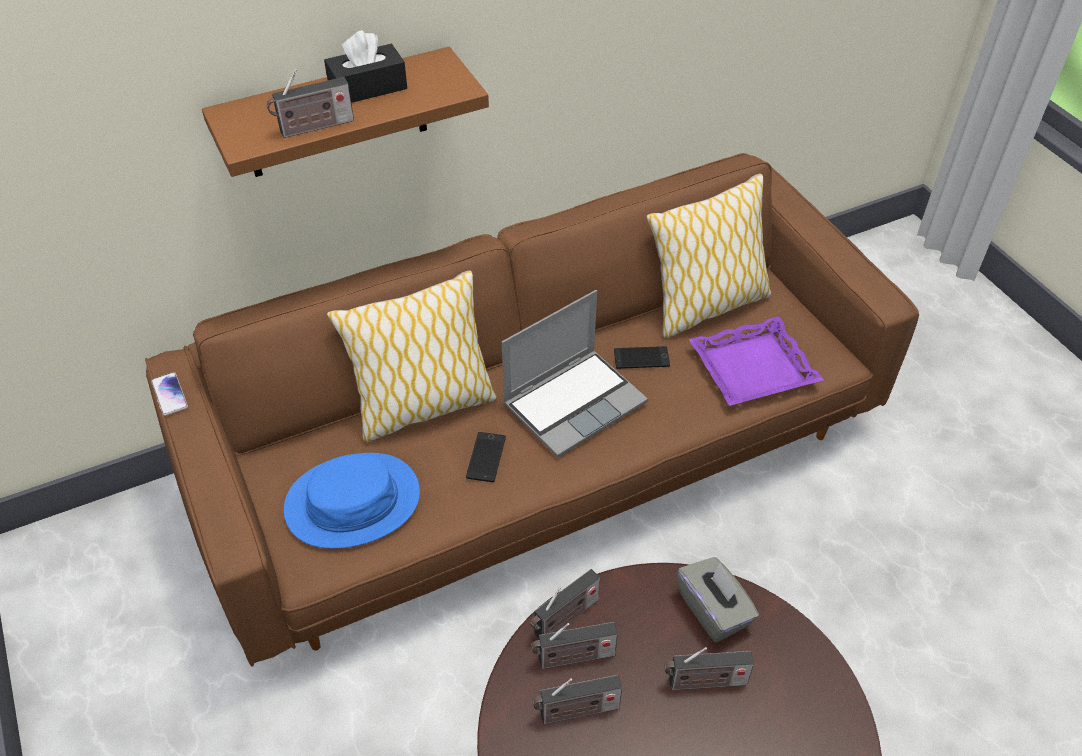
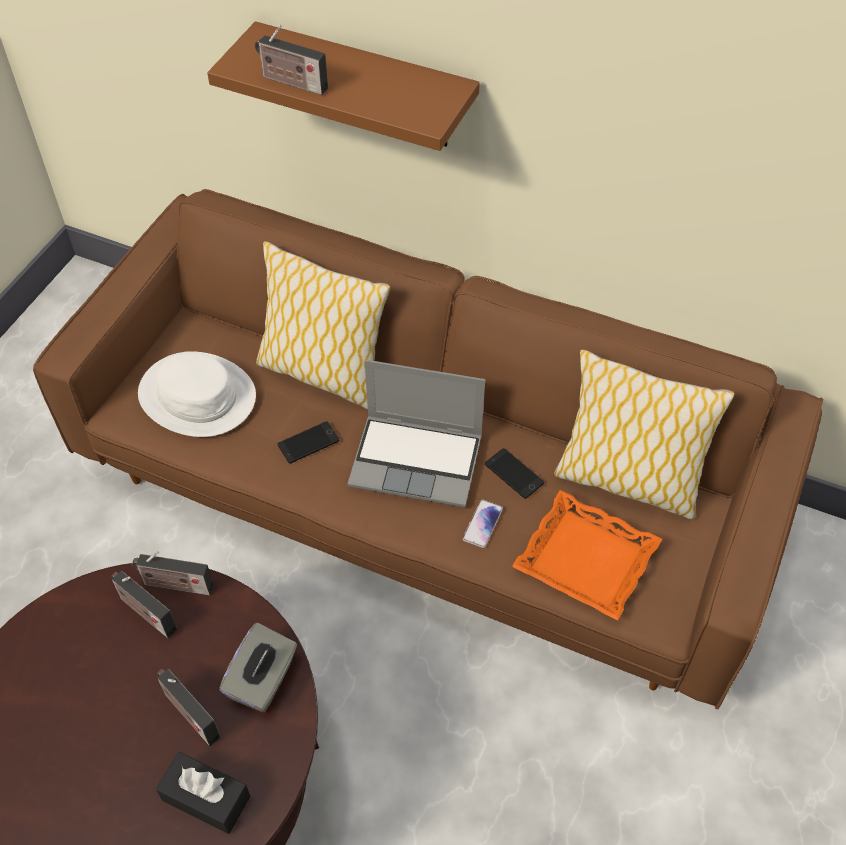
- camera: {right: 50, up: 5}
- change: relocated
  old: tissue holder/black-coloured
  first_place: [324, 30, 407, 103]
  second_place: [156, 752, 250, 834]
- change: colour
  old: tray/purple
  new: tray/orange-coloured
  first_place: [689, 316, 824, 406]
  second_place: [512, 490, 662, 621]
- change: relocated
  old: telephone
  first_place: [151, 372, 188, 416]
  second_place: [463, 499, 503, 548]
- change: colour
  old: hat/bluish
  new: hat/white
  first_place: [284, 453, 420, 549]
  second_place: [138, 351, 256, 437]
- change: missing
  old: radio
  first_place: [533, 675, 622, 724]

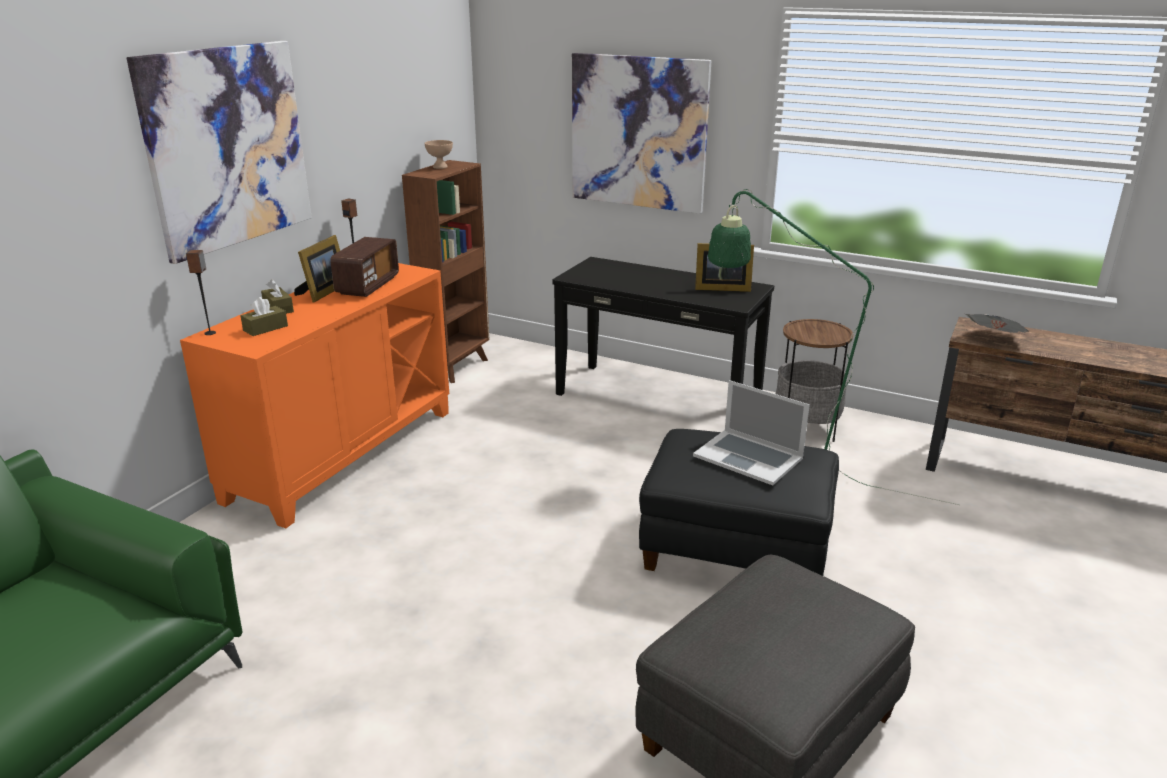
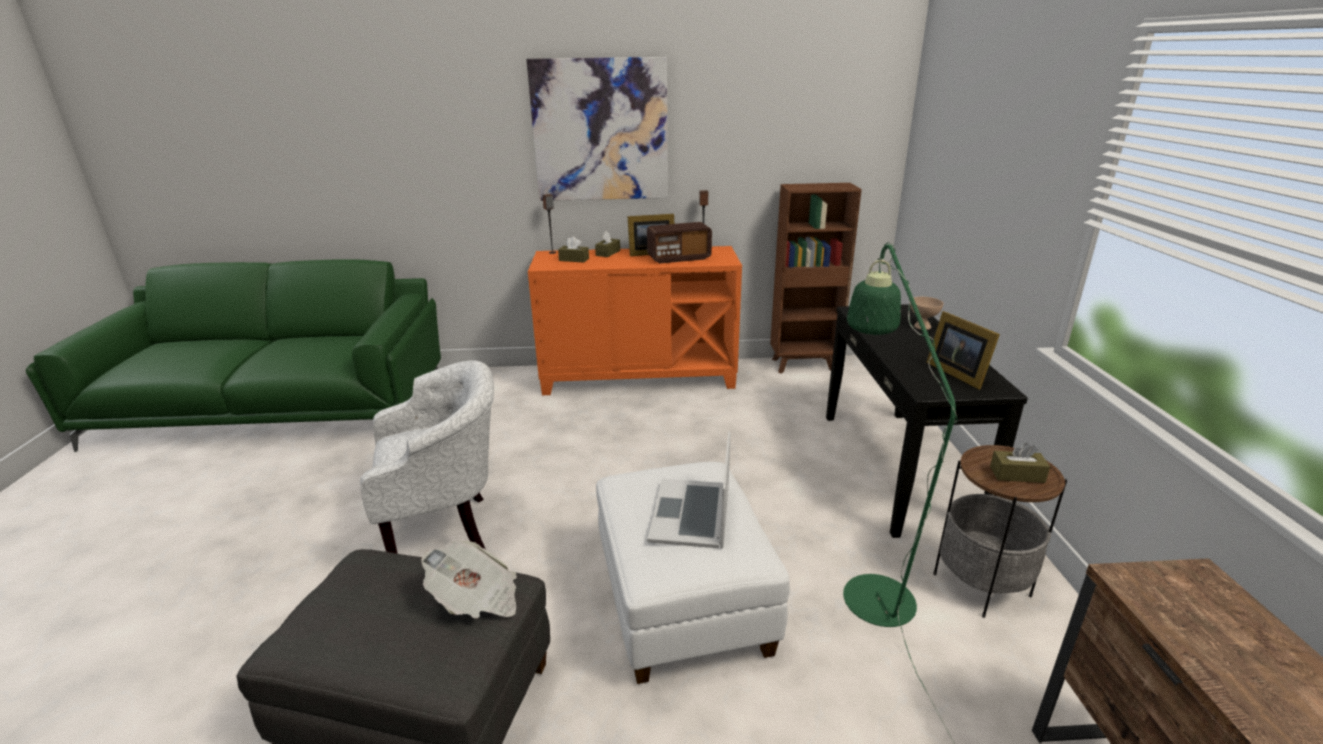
- camera: {right: 60, up: 0}
- change: missing
  old: picture
  first_place: [572, 53, 711, 214]
- change: relocated
  old: bowl/beige
  first_place: [425, 140, 453, 169]
  second_place: [910, 297, 943, 330]
- change: relocated
  old: printed paper
  first_place: [965, 314, 1029, 333]
  second_place: [421, 541, 517, 619]
- change: colour
  old: footrest/black-coloured
  new: footrest/white
  first_place: [639, 429, 839, 576]
  second_place: [596, 462, 790, 684]
- change: appeared
  new: lounge chair/white
  second_place: [360, 360, 494, 554]
- change: appeared
  new: tissue holder/brownish
  second_place: [990, 443, 1050, 483]

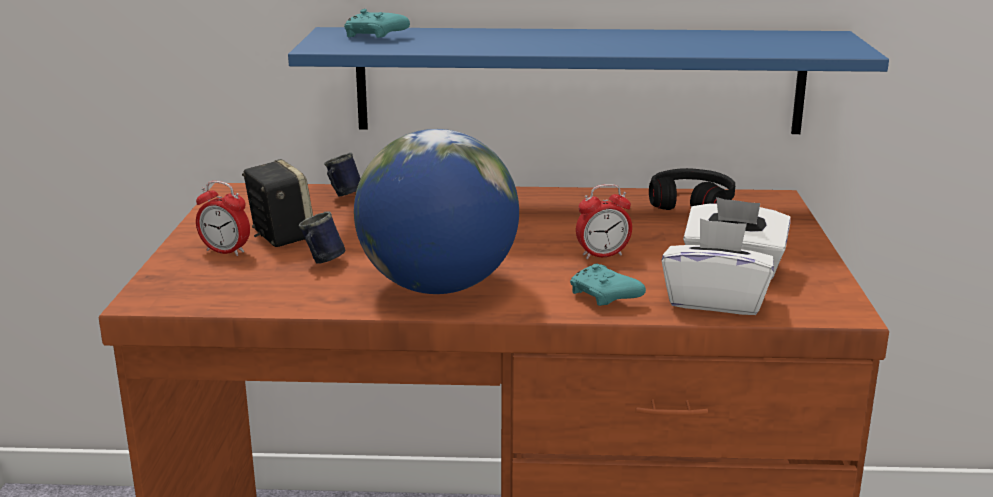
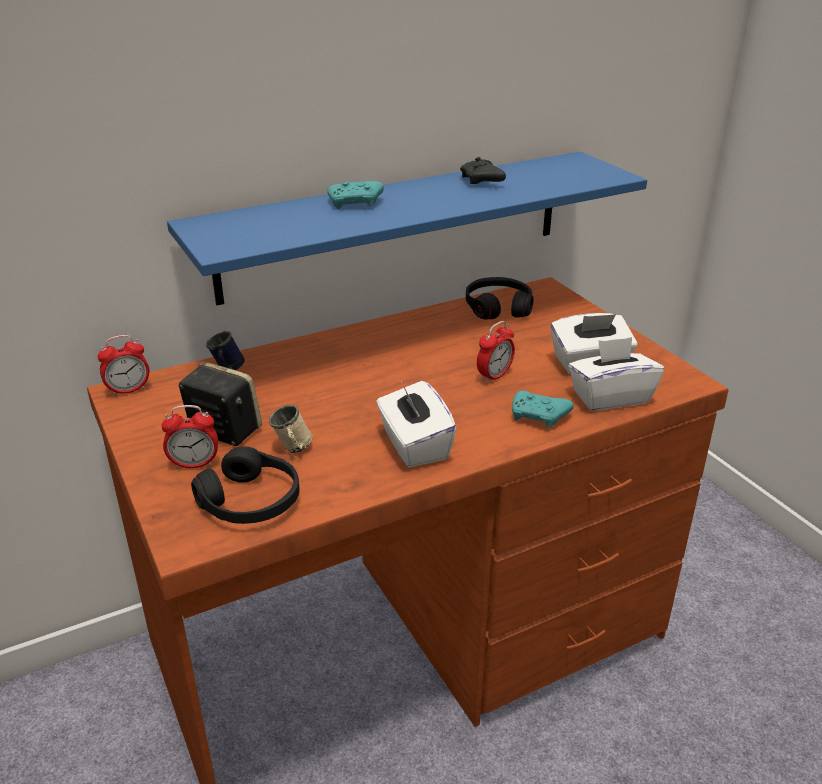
- camera: {right: -30, up: 10}
- change: relocated
  old: game controller/turquoise
  first_place: [344, 9, 410, 38]
  second_place: [327, 181, 384, 209]
- change: exchanged
  old: desk globe
  new: tissue holder/white
  first_place: [354, 129, 519, 294]
  second_place: [376, 381, 457, 467]
- change: colour
  old: coffee mug/bluish
  new: coffee mug/beige
  first_place: [299, 211, 345, 264]
  second_place: [269, 404, 313, 453]
- change: appeared
  new: game controller/black-coloured
  second_place: [460, 157, 506, 184]
- change: appeared
  new: alarm clock
  second_place: [97, 335, 149, 396]
- change: appeared
  new: pair of headphones/black-coloured
  second_place: [191, 446, 299, 524]

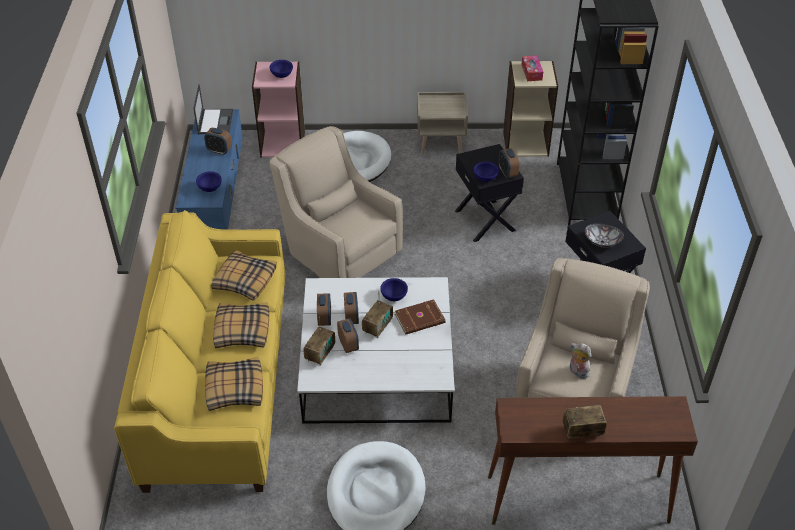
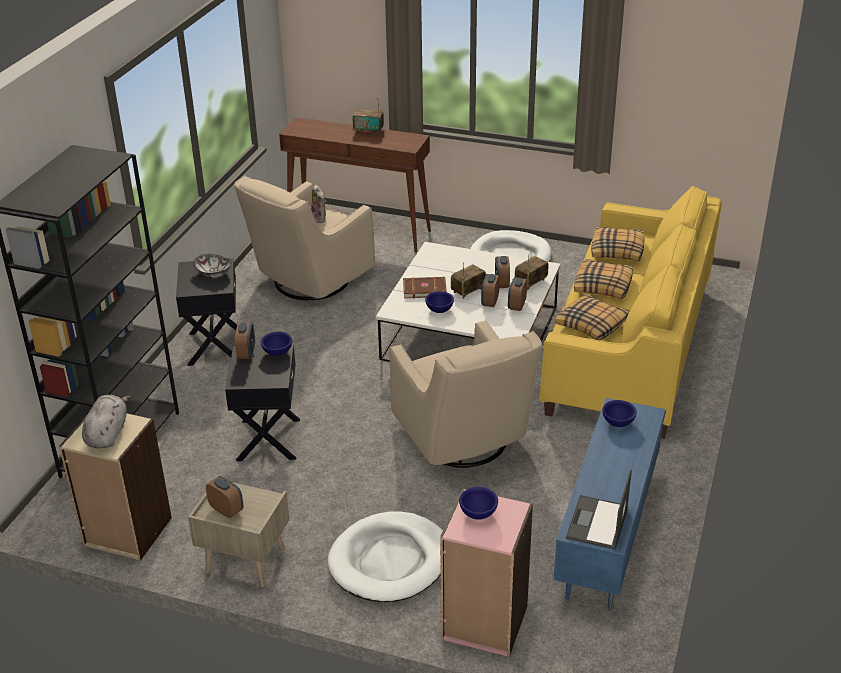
- camera: {right: -160, up: -10}
- change: exchanged
  old: tissue holder
  new: soft toy/grey
  first_place: [521, 55, 543, 81]
  second_place: [82, 395, 130, 448]
- change: relocated
  old: alarm clock
  first_place: [204, 128, 232, 155]
  second_place: [206, 476, 243, 518]

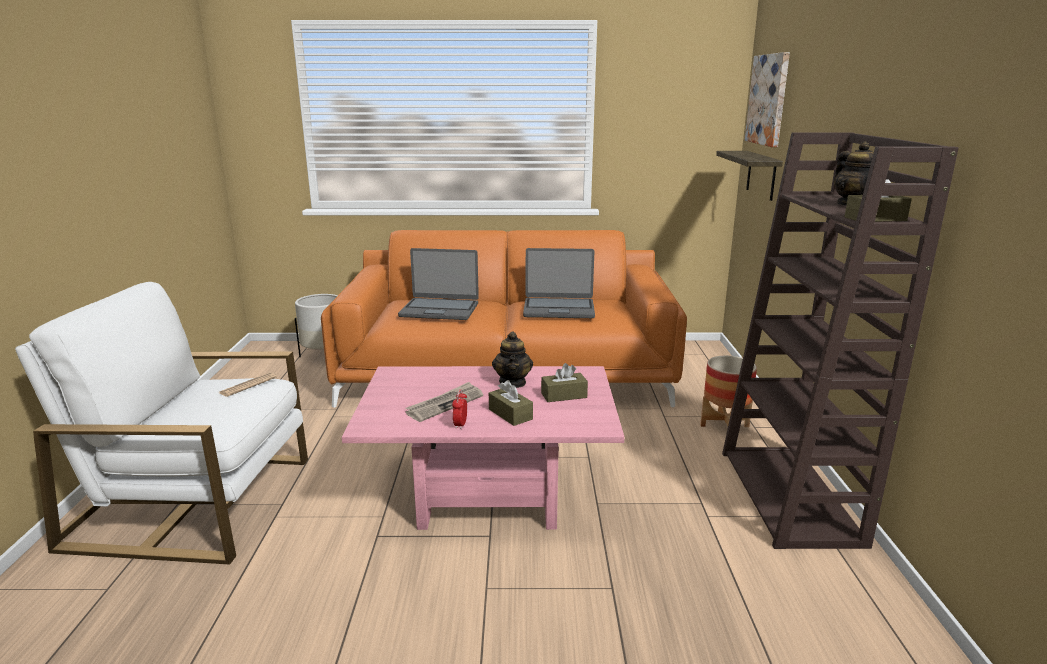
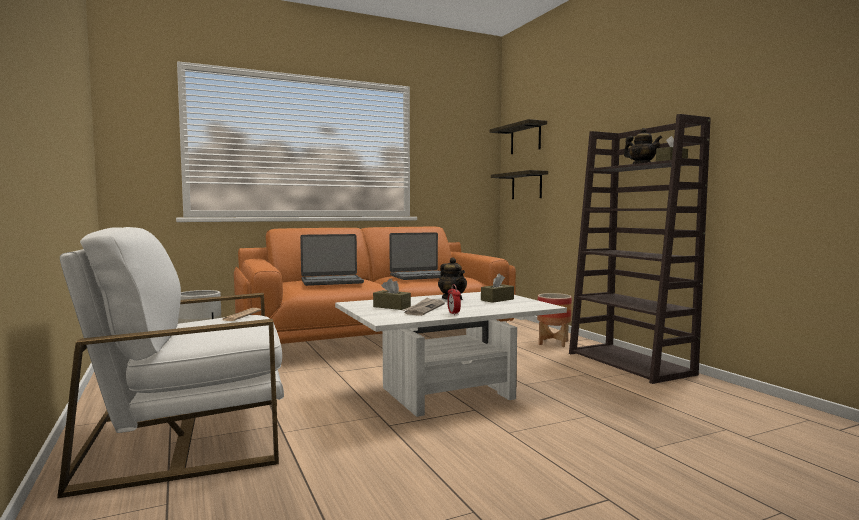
- camera: {right: -25, up: -15}
- change: exchanged
  old: picture
  new: bracket shelf
  first_place: [745, 52, 790, 147]
  second_place: [490, 119, 547, 154]
- change: colour
  old: low table/pinkish
  new: low table/white
  first_place: [342, 366, 625, 530]
  second_place: [335, 292, 567, 417]
- change: relocated
  old: tissue holder/brownish
  first_place: [489, 380, 533, 426]
  second_place: [373, 279, 411, 310]

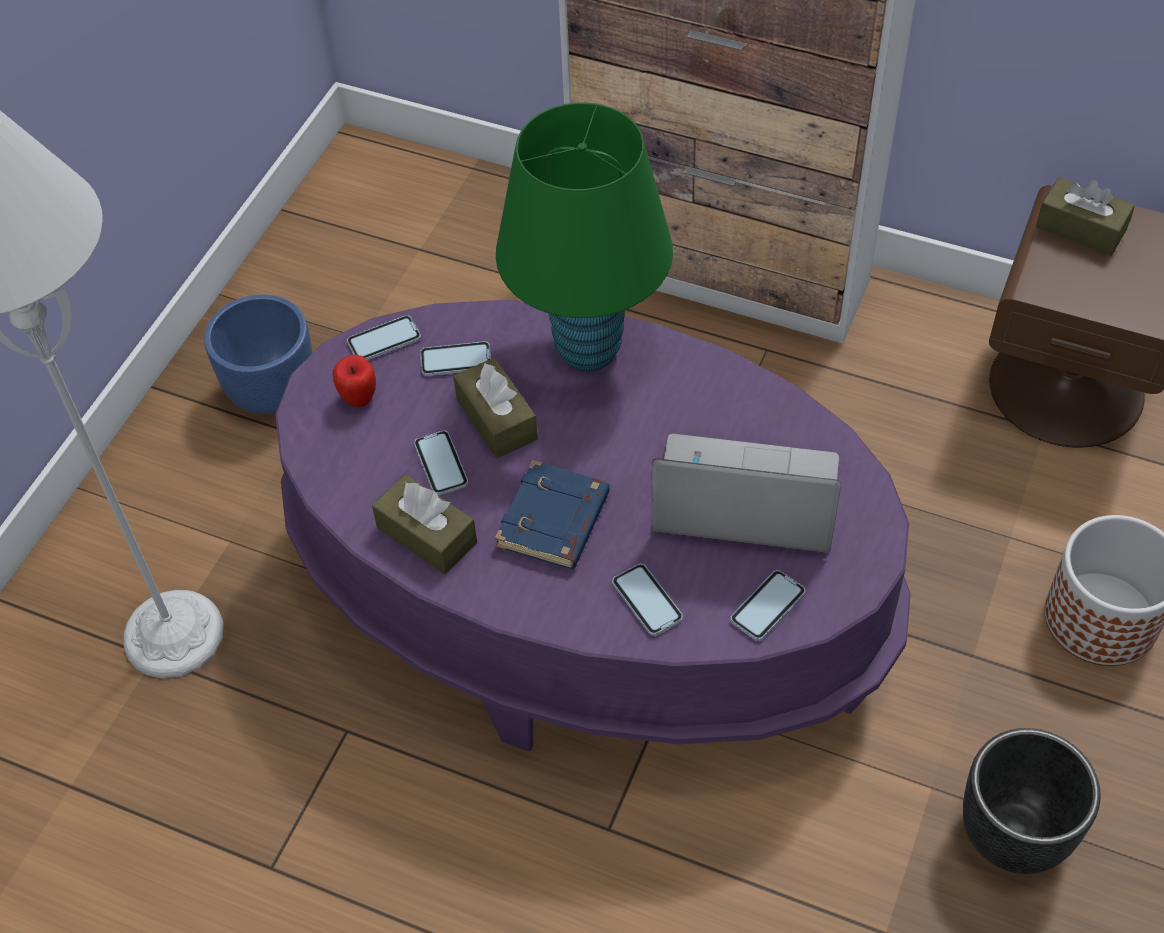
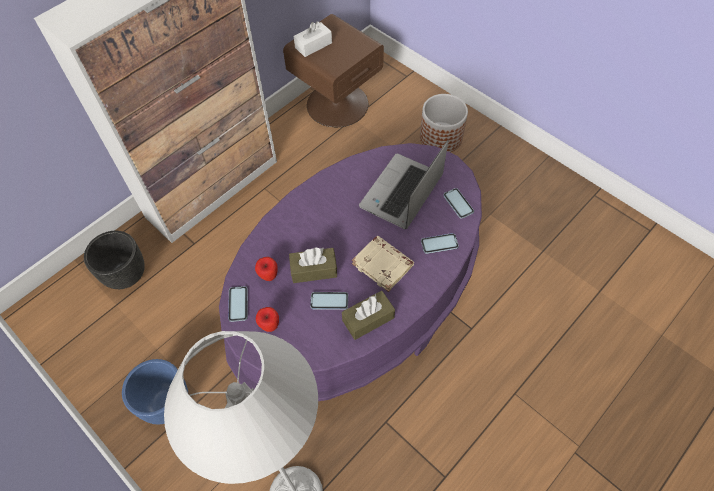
- camera: {right: -70, up: 5}
- change: missing
  old: lamp for a table/green-coloured
  first_place: [496, 102, 673, 371]
- change: colour
  old: tissue holder/brownish
  new: tissue holder/white
  first_place: [1036, 177, 1135, 256]
  second_place: [294, 21, 332, 57]
- change: exchanged
  old: telephone
  new: whole apple
  first_place: [420, 341, 491, 376]
  second_place: [255, 257, 277, 281]
- change: colour
  old: bound book/bluish
  new: bound book/beige
  first_place: [495, 460, 610, 569]
  second_place: [352, 236, 414, 292]
- change: relocated
  old: planter/black-coloured
  first_place: [963, 728, 1101, 874]
  second_place: [84, 231, 145, 289]

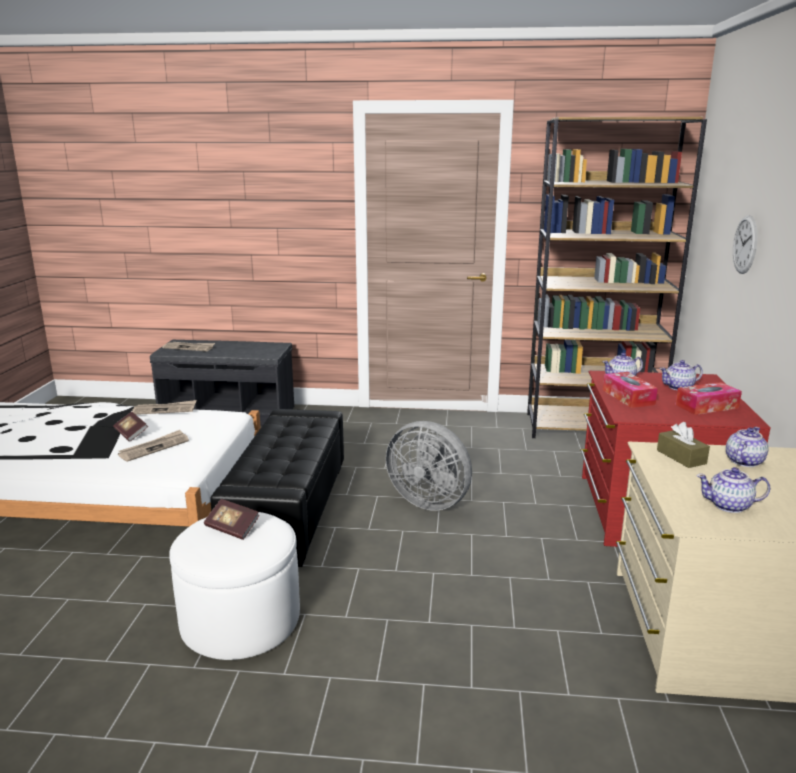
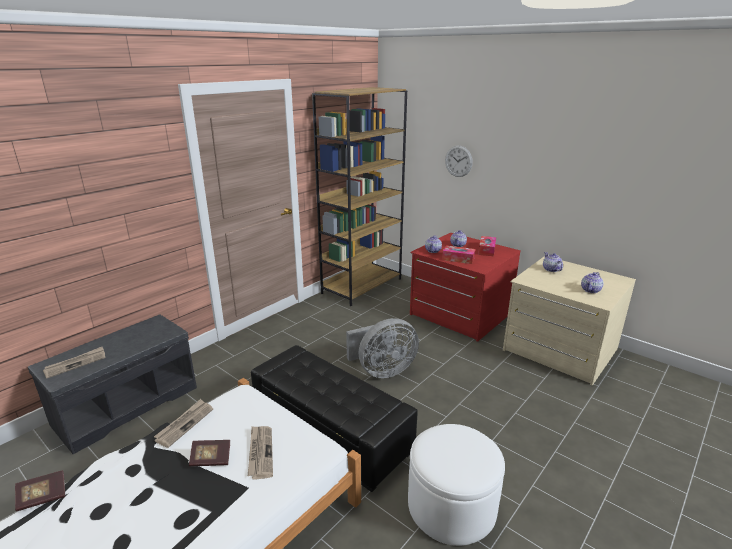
- camera: {right: -55, up: 5}
- change: missing
  old: tissue holder/brownish
  first_place: [657, 422, 710, 468]
- change: relocated
  old: bound book
  first_place: [204, 499, 260, 540]
  second_place: [15, 470, 65, 512]

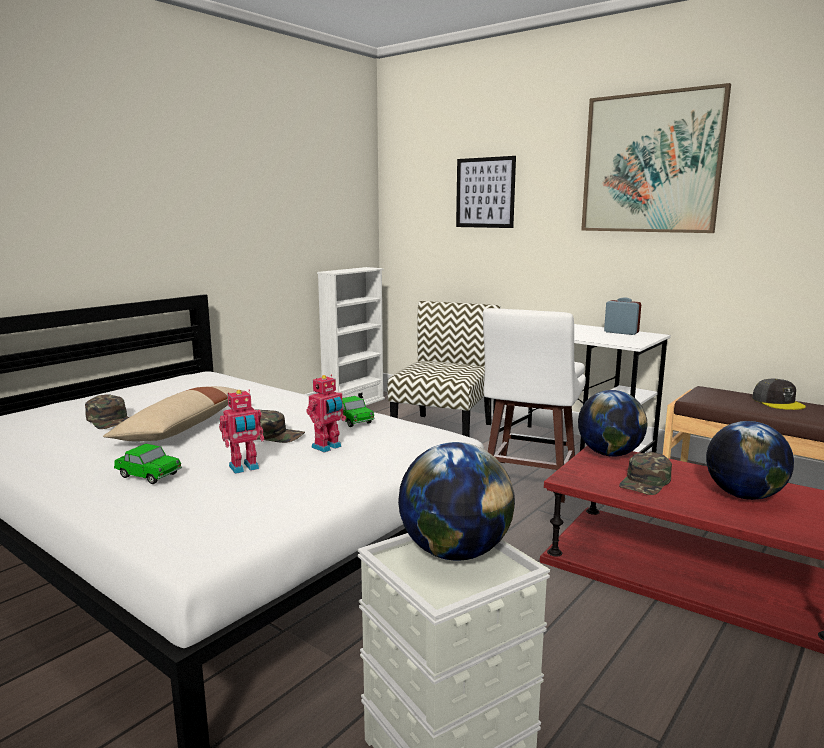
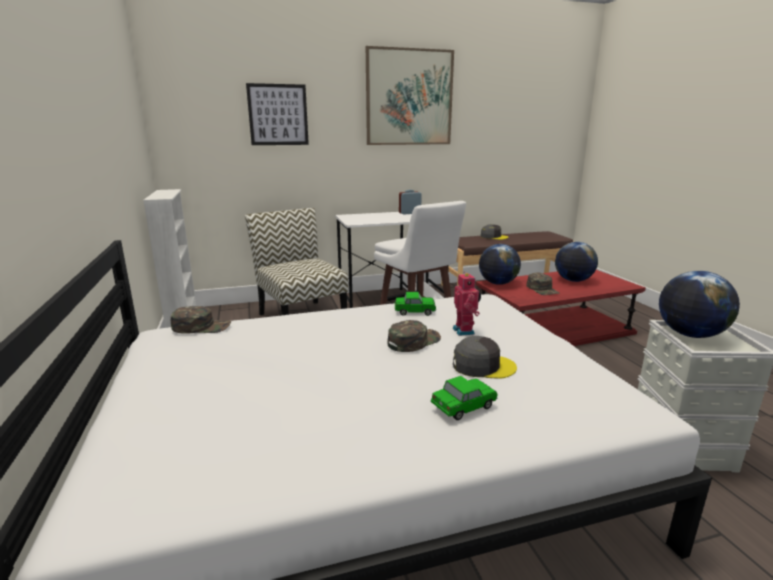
- camera: {right: -55, up: 5}
- change: missing
  old: cushion/beige
  first_place: [103, 386, 244, 441]
- change: exchanged
  old: robot figure
  new: cap/grey
  first_place: [219, 390, 264, 474]
  second_place: [453, 336, 517, 379]
- change: relocated
  old: cap/green-coloured
  first_place: [85, 394, 129, 429]
  second_place: [171, 306, 231, 334]

